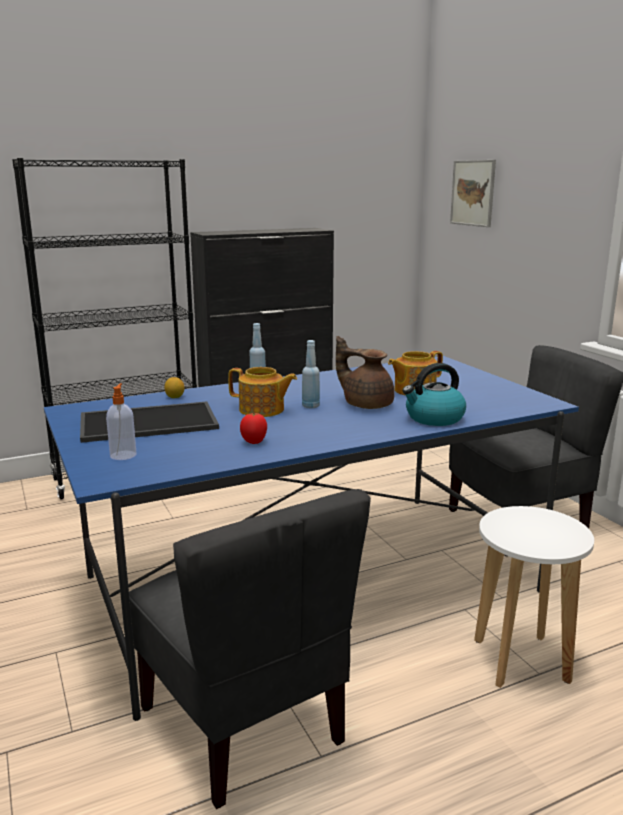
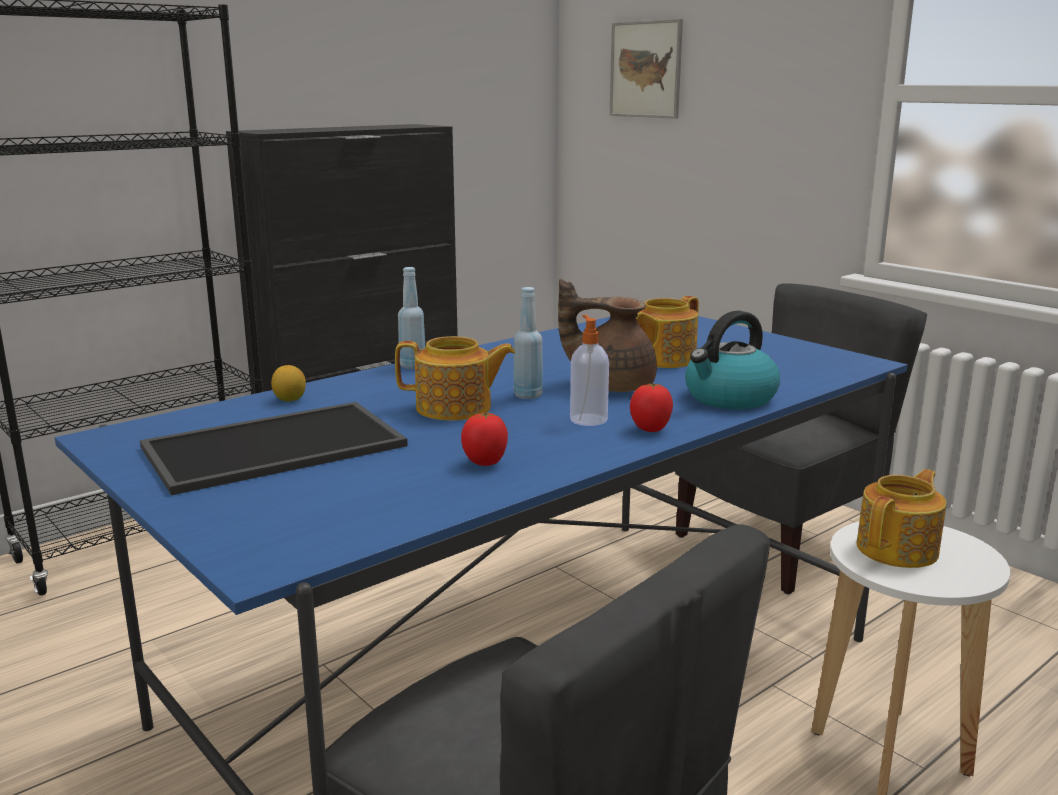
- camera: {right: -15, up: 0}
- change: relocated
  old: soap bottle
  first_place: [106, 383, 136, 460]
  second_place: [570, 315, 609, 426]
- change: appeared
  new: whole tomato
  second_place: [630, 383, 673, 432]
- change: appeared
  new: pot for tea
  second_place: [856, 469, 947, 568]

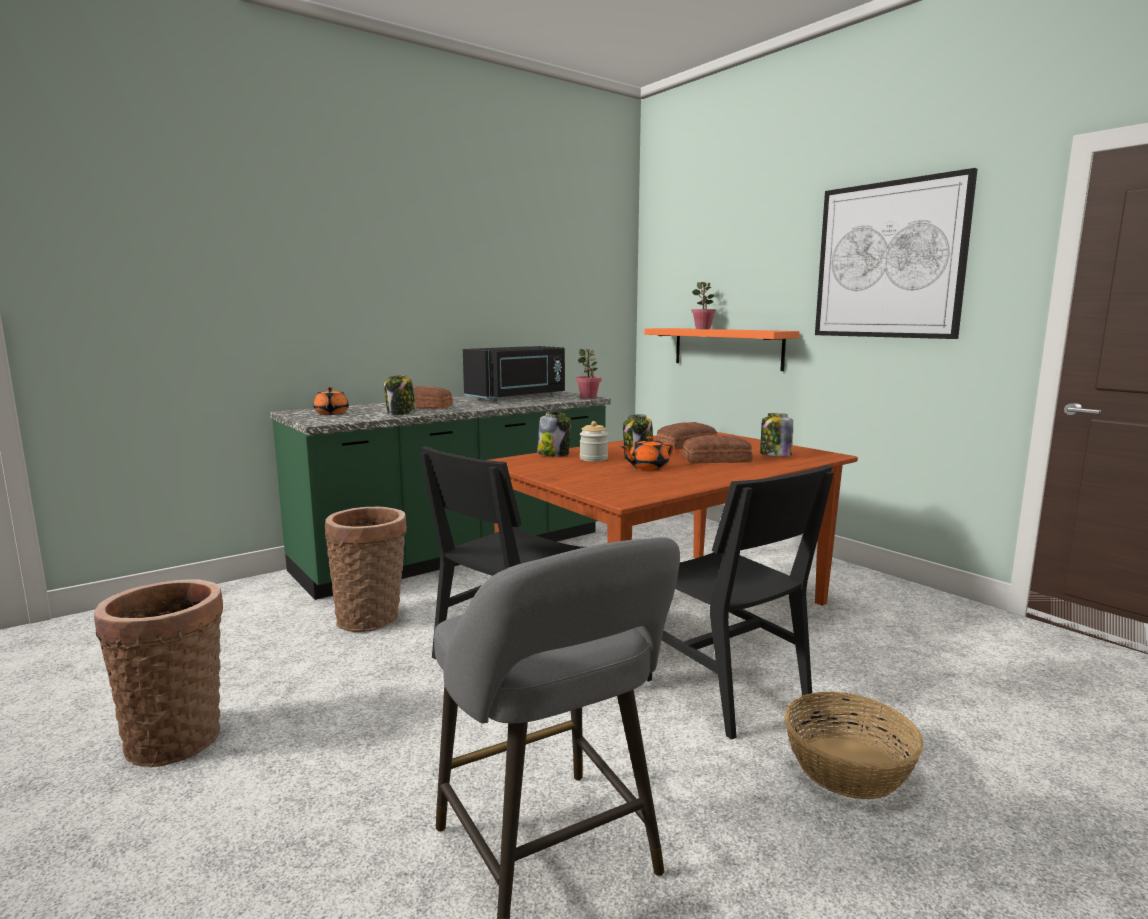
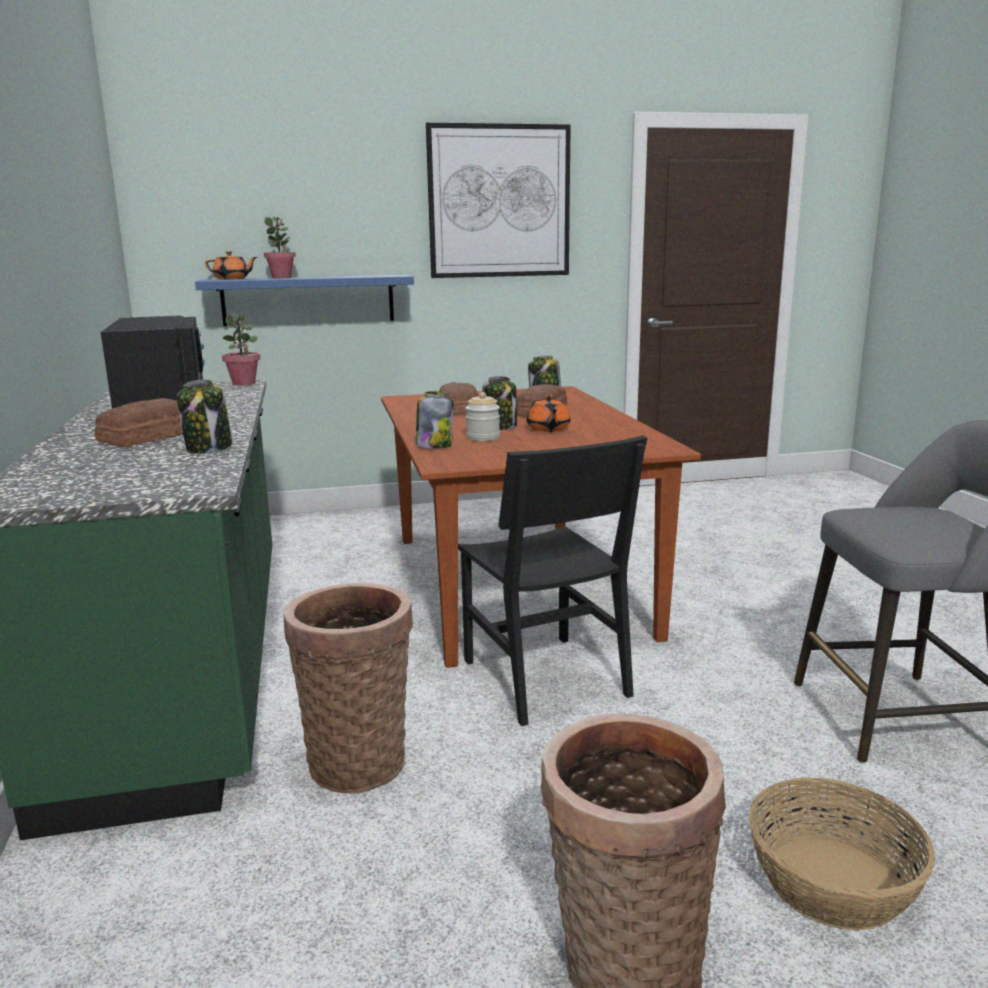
- camera: {right: -65, up: 5}
- change: colour
  old: bracket shelf/orange-coloured
  new: bracket shelf/bluish
  first_place: [644, 328, 799, 371]
  second_place: [195, 275, 414, 326]
- change: relocated
  old: pot for tea/orange-coloured
  first_place: [313, 387, 349, 414]
  second_place: [205, 251, 257, 280]
- change: missing
  old: chair/black-coloured
  first_place: [646, 465, 834, 740]
- change: relocated
  old: storage basket
  first_place: [784, 692, 924, 799]
  second_place: [749, 777, 935, 930]

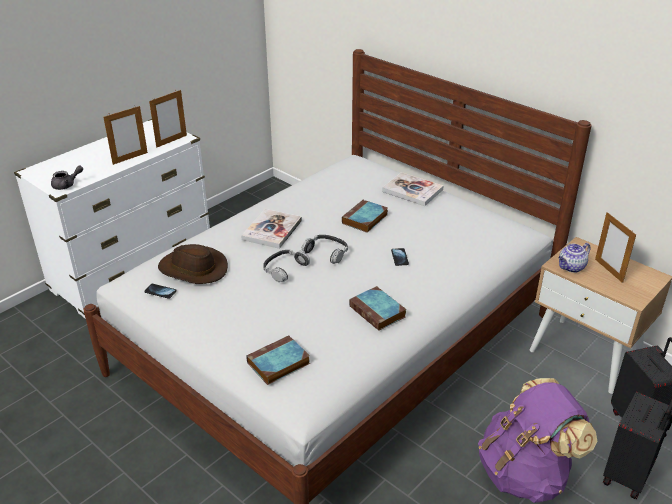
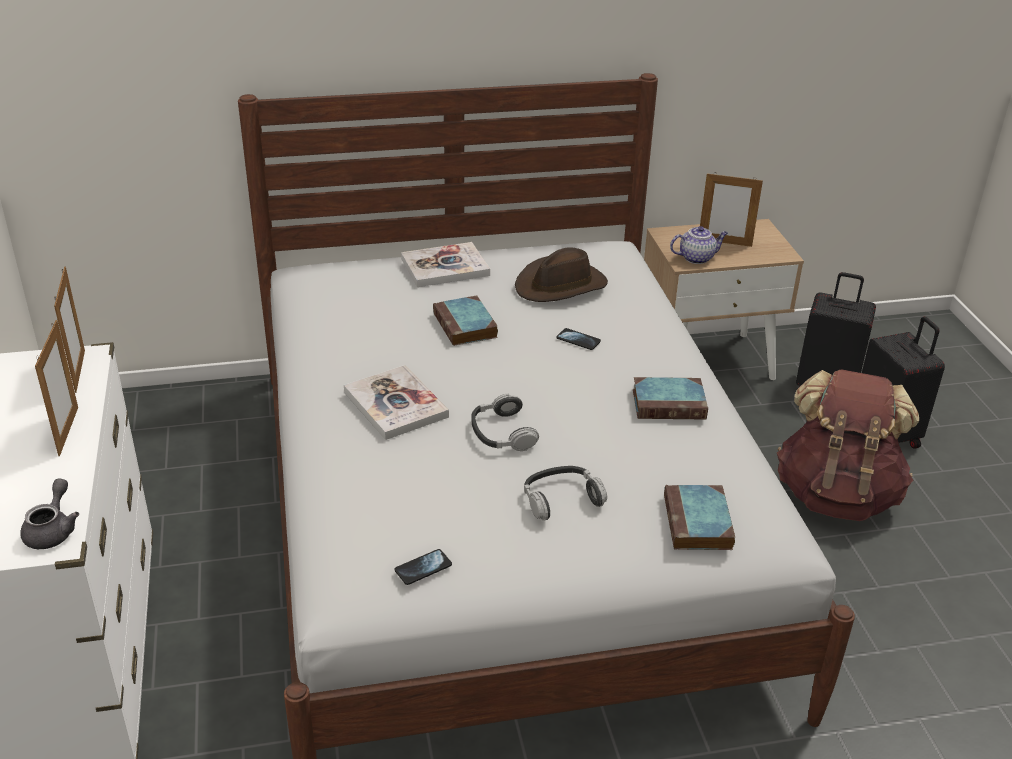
- camera: {right: -55, up: 0}
- change: relocated
  old: pair of headphones
  first_place: [302, 235, 348, 264]
  second_place: [524, 466, 607, 521]
- change: spun
  old: pot for tea
  first_place: [558, 243, 591, 273]
  second_place: [670, 226, 728, 264]
  degrees: -105
- change: relocated
  old: hat/brownish
  first_place: [158, 244, 228, 284]
  second_place: [515, 247, 608, 302]
- change: colour
  old: backpack/purple
  new: backpack/brownish
  first_place: [478, 378, 597, 503]
  second_place: [777, 369, 919, 521]

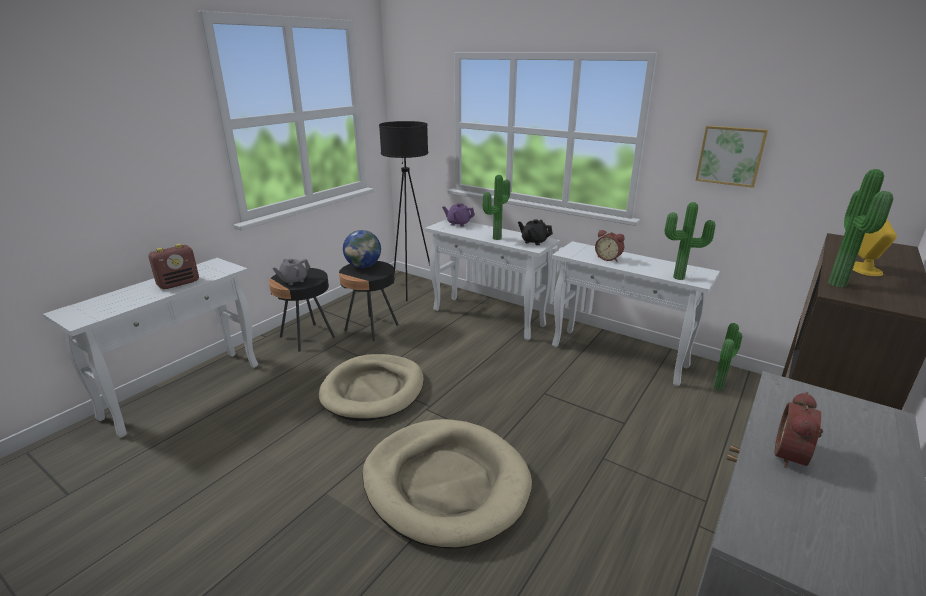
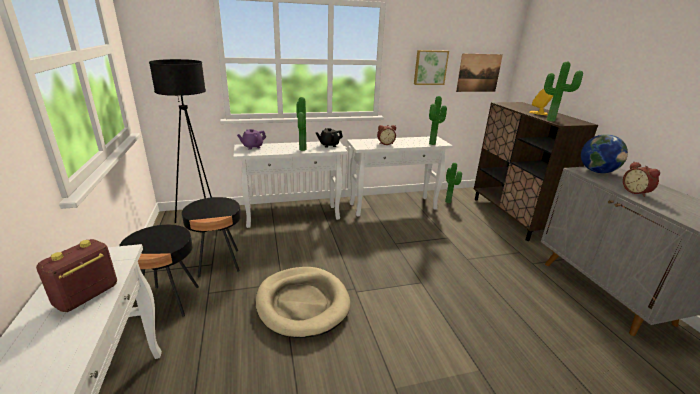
- camera: {right: -50, up: 0}
- change: relocated
  old: desk globe
  first_place: [343, 230, 381, 268]
  second_place: [581, 134, 628, 173]
- change: spun
  old: radio
  first_place: [148, 244, 199, 289]
  second_place: [36, 239, 117, 312]
  degrees: -150
- change: missing
  old: pot for tea/grey
  first_place: [272, 259, 310, 285]
- change: missing
  old: dog cushion/beige
  first_place: [362, 419, 532, 549]
- change: appeared
  new: picture
  second_place: [456, 54, 503, 92]

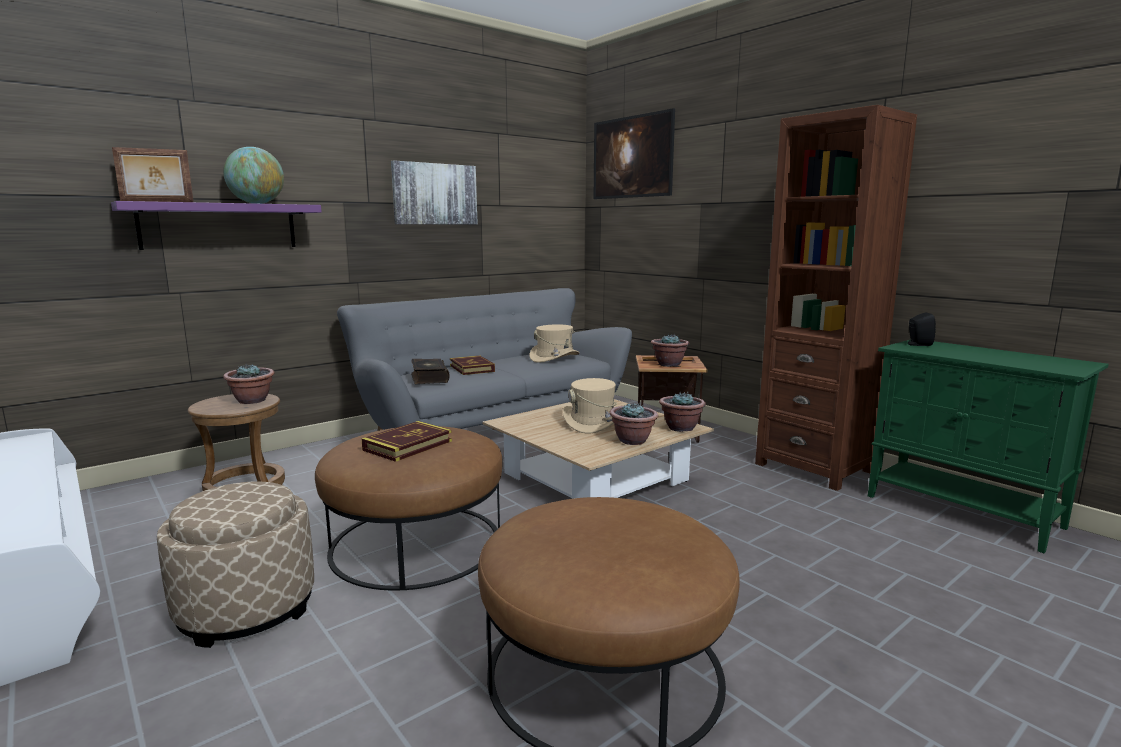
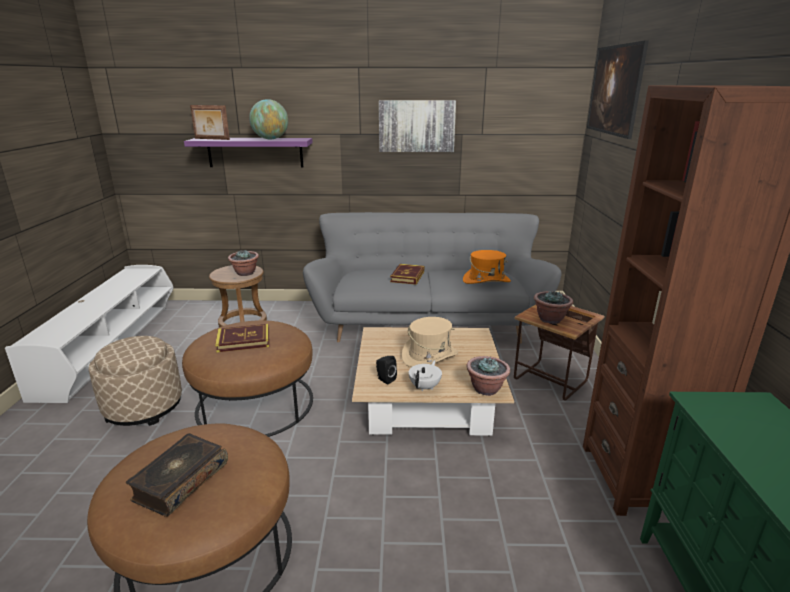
- camera: {right: 40, up: 10}
- change: relocated
  old: speaker/black-coloured
  first_place: [908, 312, 936, 346]
  second_place: [376, 356, 397, 385]
- change: colour
  old: hat/beige
  new: hat/orange-coloured
  first_place: [530, 324, 580, 363]
  second_place: [463, 250, 511, 284]
- change: relocated
  old: bound book
  first_place: [411, 359, 450, 384]
  second_place: [126, 433, 228, 517]
- change: exchanged
  old: houseplant
  new: pot for tea/white
  first_place: [609, 403, 658, 445]
  second_place: [409, 360, 442, 391]

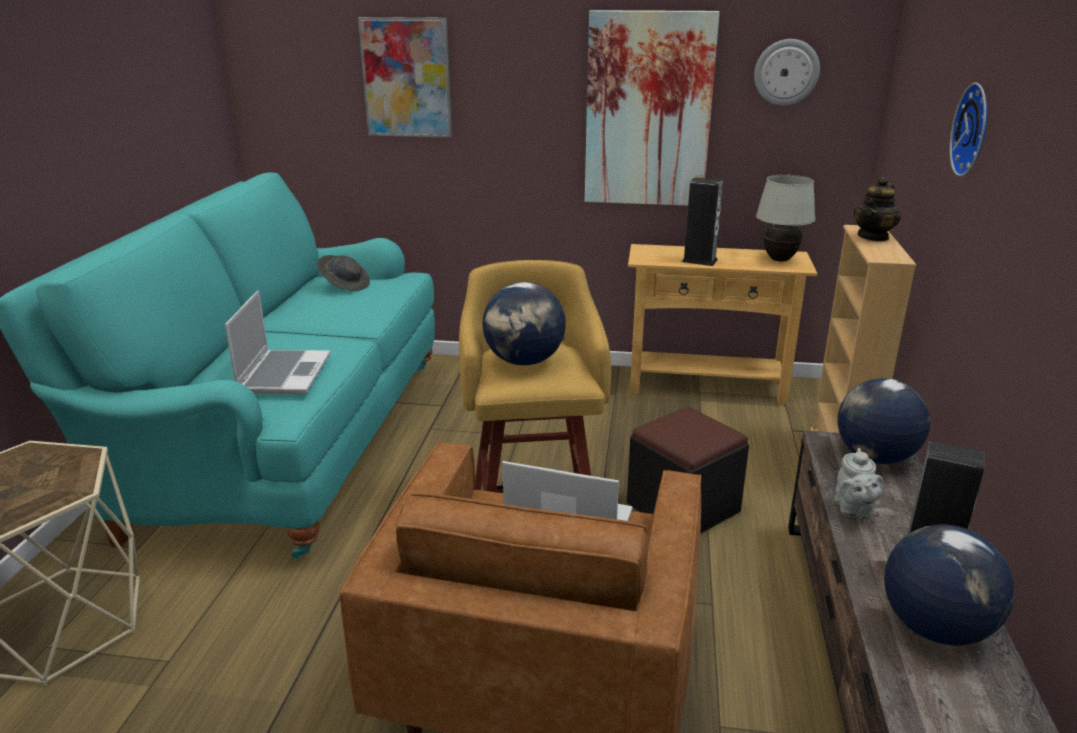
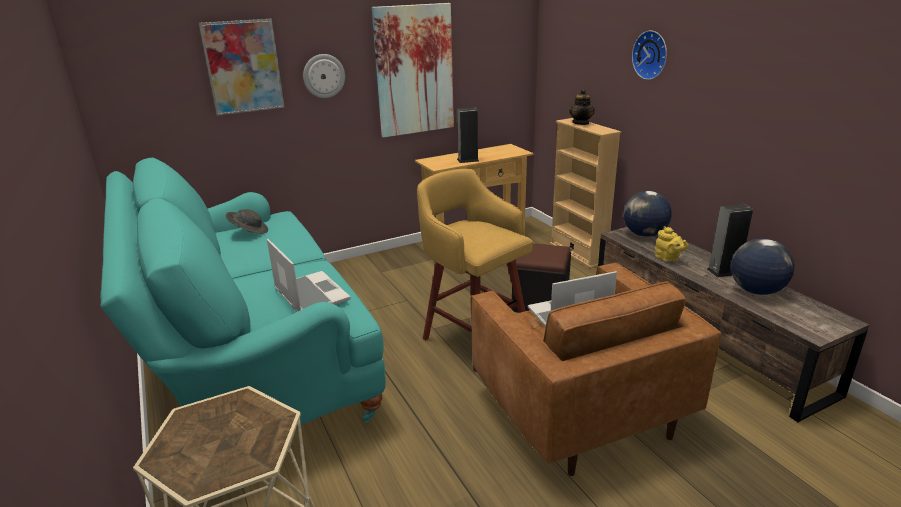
- camera: {right: -35, up: 0}
- change: relocated
  old: wall clock
  first_place: [754, 39, 820, 106]
  second_place: [303, 54, 345, 98]
- change: missing
  old: lamp for a table/white
  first_place: [756, 175, 816, 261]
- change: missing
  old: desk globe
  first_place: [482, 282, 566, 366]
- change: colour
  old: pot for tea/grey
  new: pot for tea/yellow-coloured
  first_place: [834, 448, 884, 519]
  second_place: [655, 226, 689, 262]

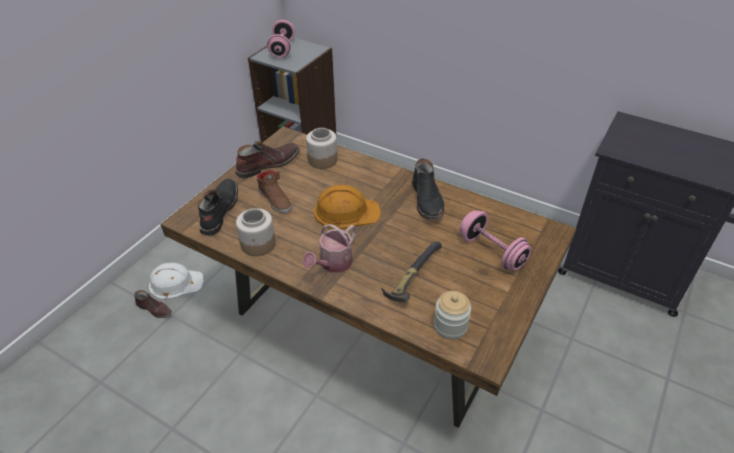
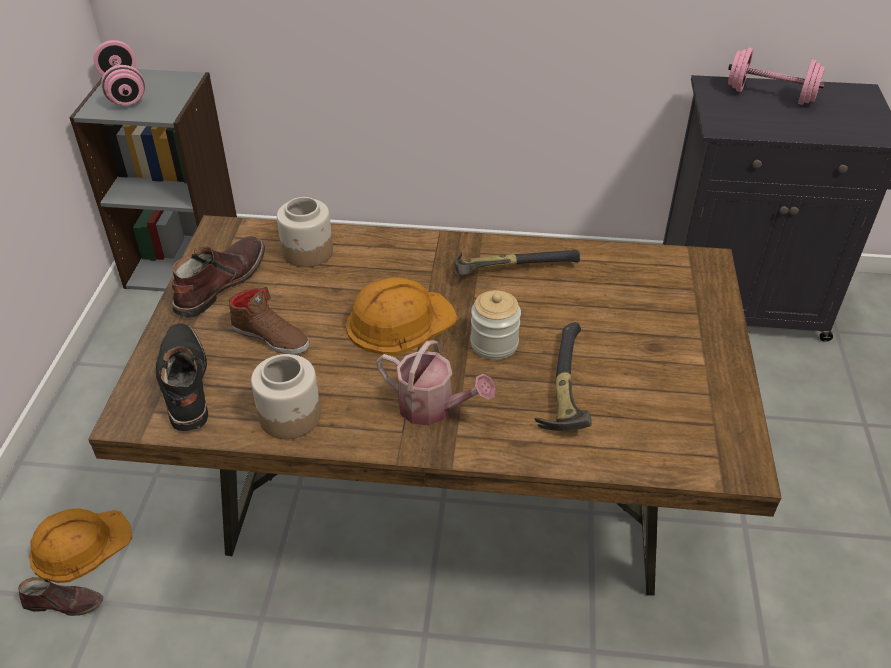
- camera: {right: -25, up: 0}
- change: exchanged
  old: tall boot/black-coloured
  new: tool hammer
  first_place: [412, 159, 444, 220]
  second_place: [455, 250, 580, 275]
- change: relocated
  old: hand weight/pinkish
  first_place: [460, 211, 531, 271]
  second_place: [728, 48, 825, 105]
- change: spun
  old: watering pot
  first_place: [303, 224, 356, 273]
  second_place: [376, 340, 496, 426]
  degrees: -75
- change: colour
  old: hard hat/white
  new: hard hat/orange-coloured
  first_place: [149, 263, 204, 300]
  second_place: [29, 508, 133, 583]
- change: relocated
  old: preserve jar
  first_place: [434, 291, 471, 339]
  second_place: [470, 290, 521, 360]

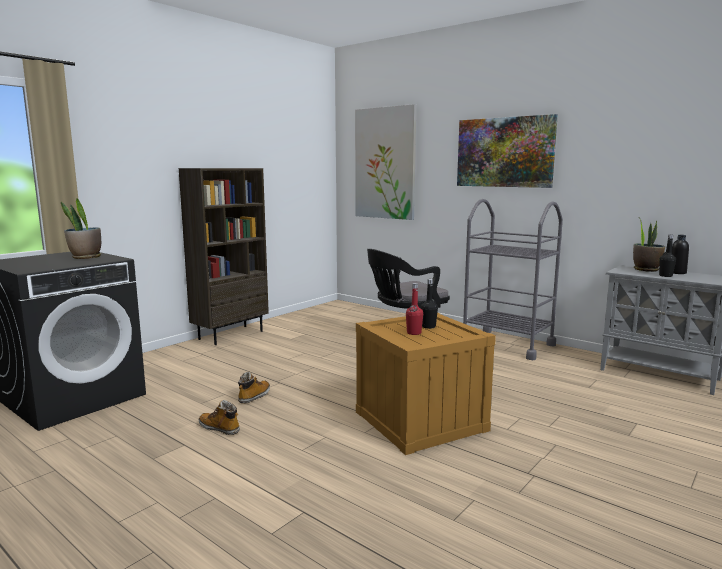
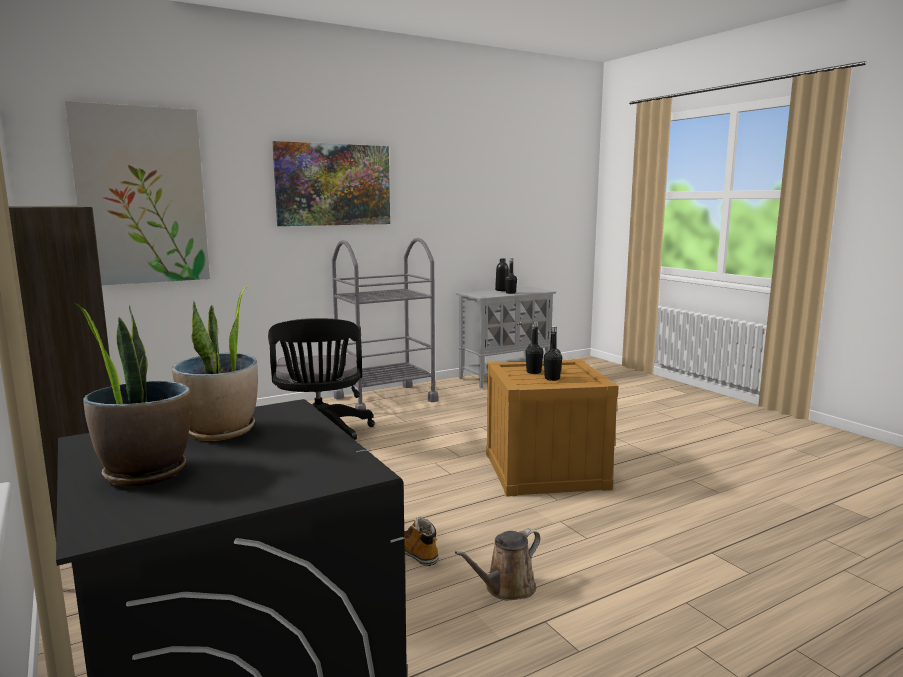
- camera: {right: -70, up: 0}
- change: relocated
  old: houseplant
  first_place: [633, 219, 665, 272]
  second_place: [75, 303, 190, 486]
- change: colour
  old: drink bottle/red
  new: drink bottle/black-coloured
  first_place: [406, 283, 423, 335]
  second_place: [544, 326, 562, 381]
- change: exchanged
  old: tall boot
  new: watering pot/brownish
  first_place: [199, 400, 240, 435]
  second_place: [455, 529, 540, 601]

